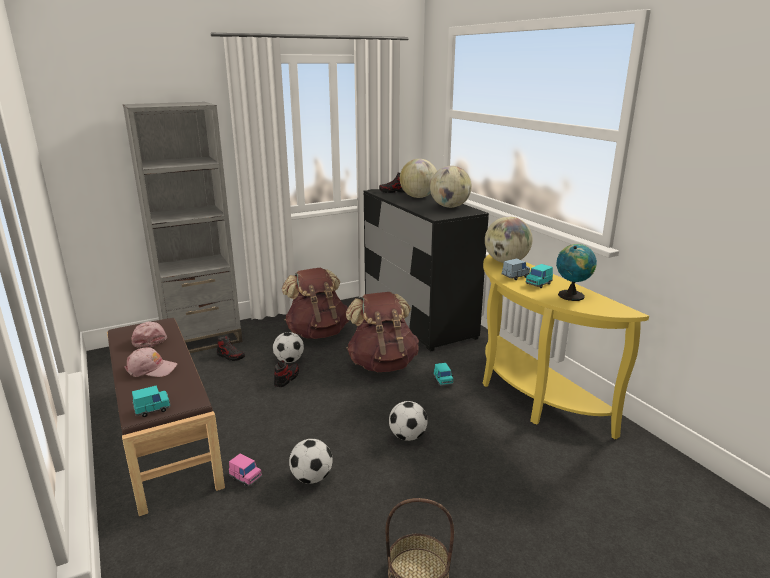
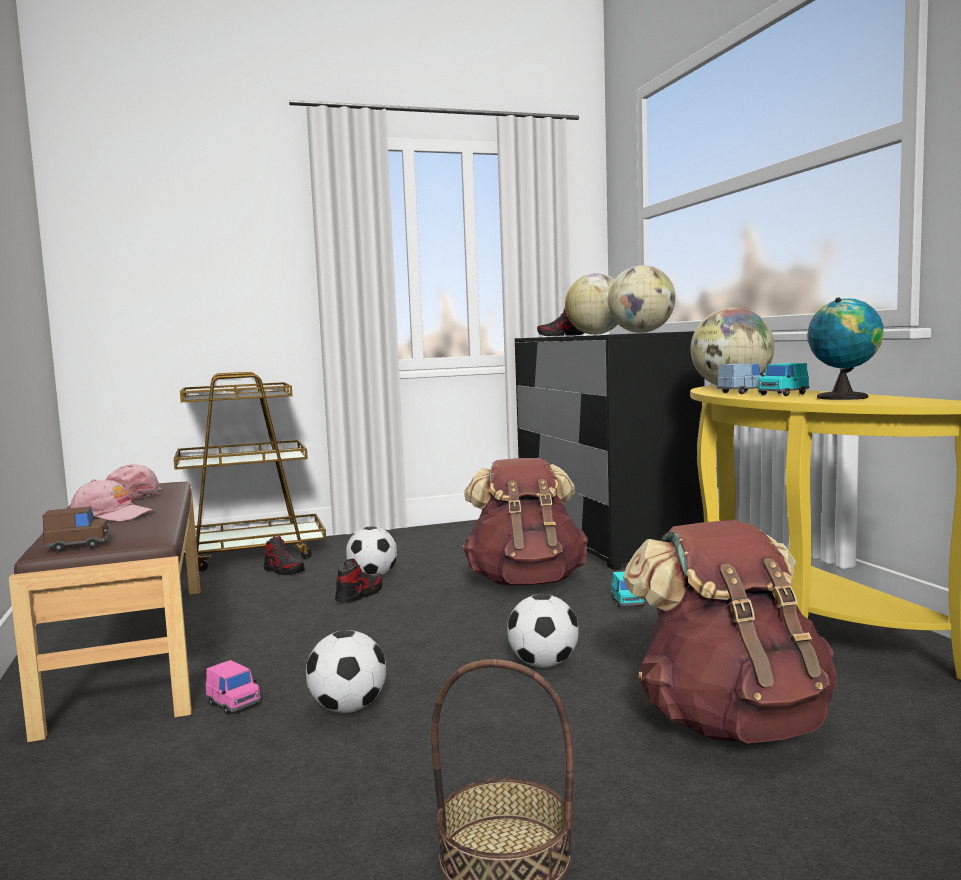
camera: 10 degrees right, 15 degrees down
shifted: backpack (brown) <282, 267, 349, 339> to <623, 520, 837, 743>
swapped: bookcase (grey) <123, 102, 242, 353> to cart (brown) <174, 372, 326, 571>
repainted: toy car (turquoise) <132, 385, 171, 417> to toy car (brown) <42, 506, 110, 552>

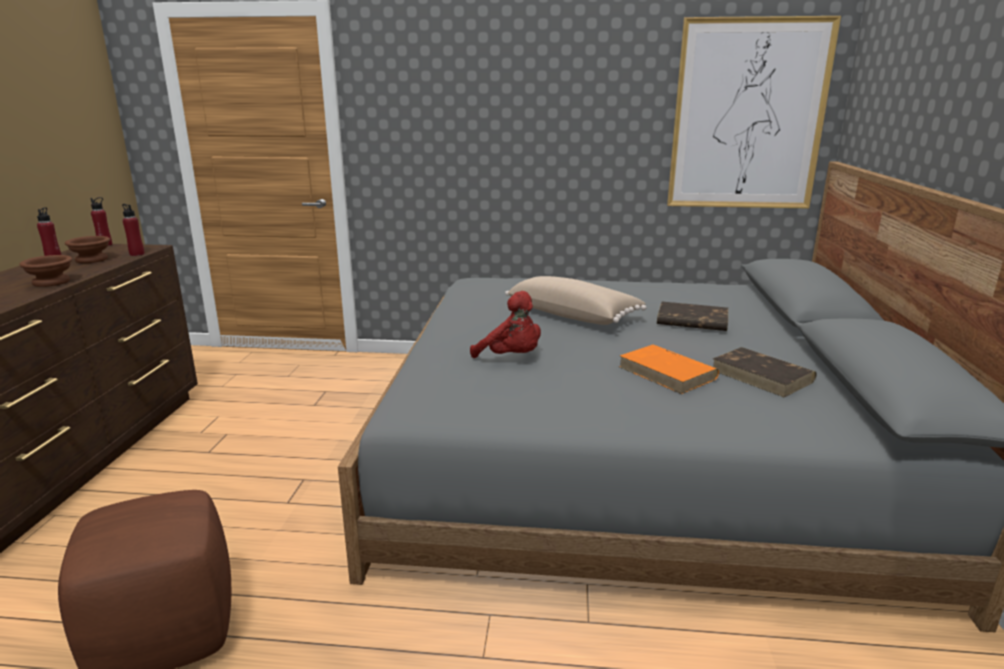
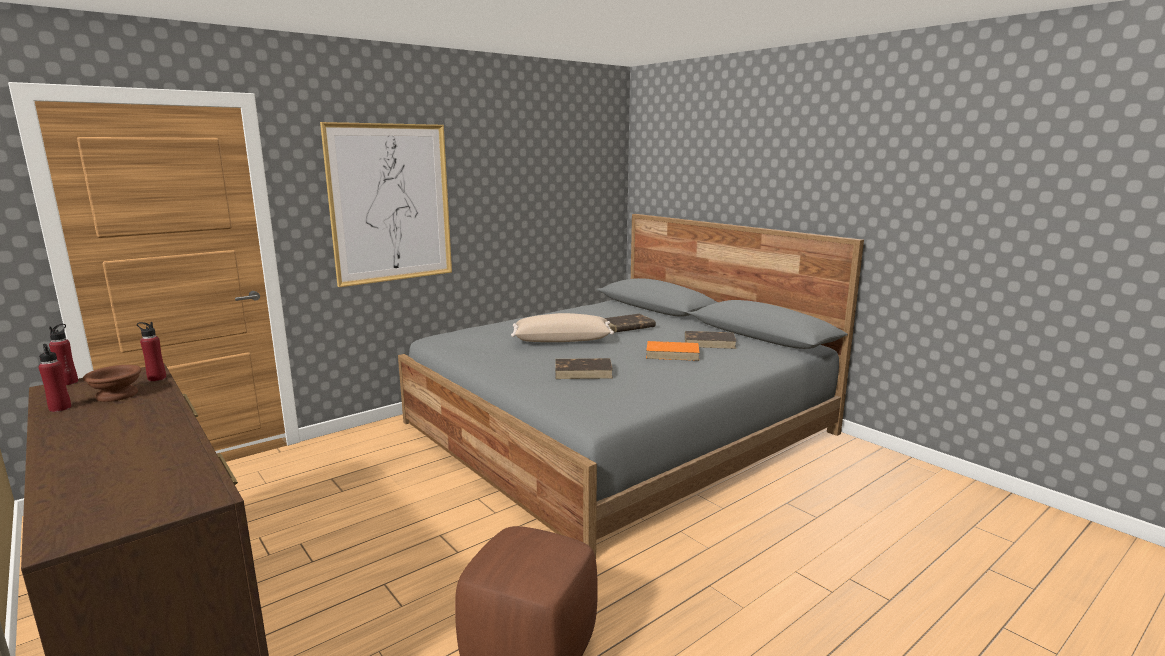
camera: 45 degrees left, 5 degrees down
gone: bowl (brown) <19, 255, 72, 287>
shifted: picture <667, 16, 841, 208> to <320, 122, 452, 287>
swapped: plush toy (red) <470, 291, 541, 358> to book (brown) <555, 358, 613, 379>

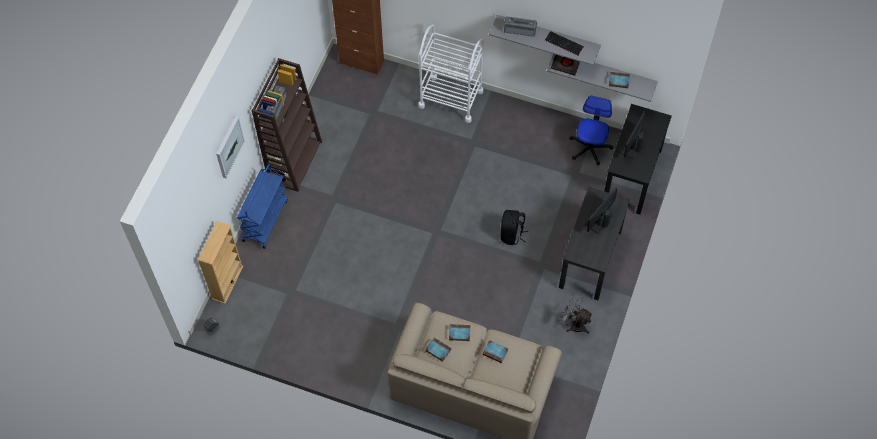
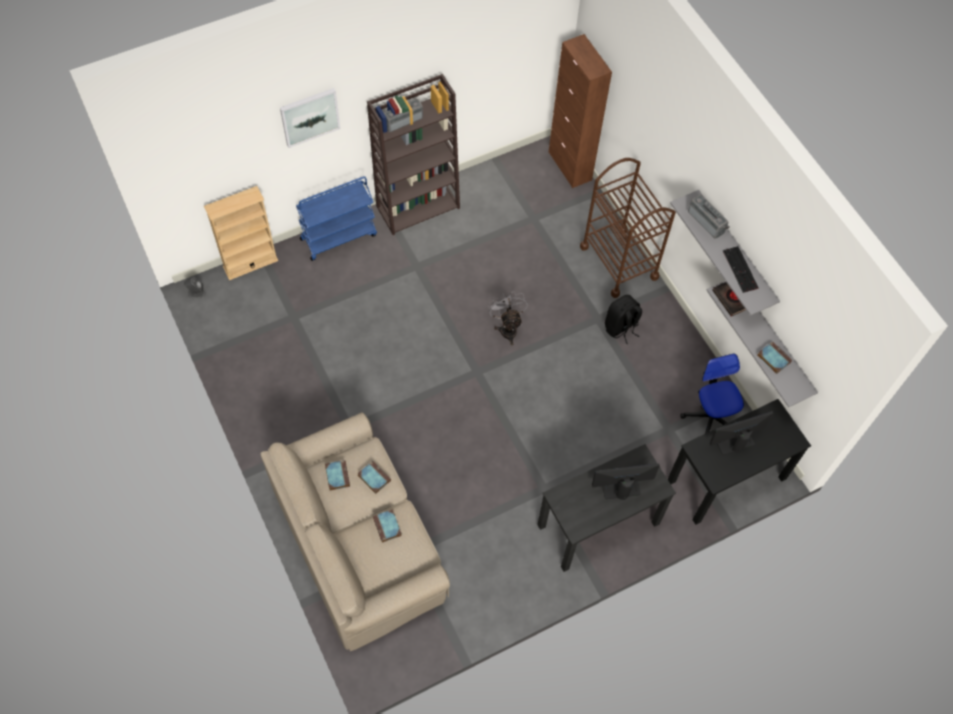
camera: 40 degrees right, 0 degrees up
shifted: backpack (black) <501, 210, 528, 245> to <605, 295, 642, 344>; fan (grey) <559, 294, 593, 334> to <488, 291, 528, 345>
repainted: cart (white) <418, 24, 483, 123> to cart (brown) <580, 158, 676, 298>
rotated: office chair <569, 96, 613, 165> = <680, 354, 744, 434> 75 degrees counterclockwise

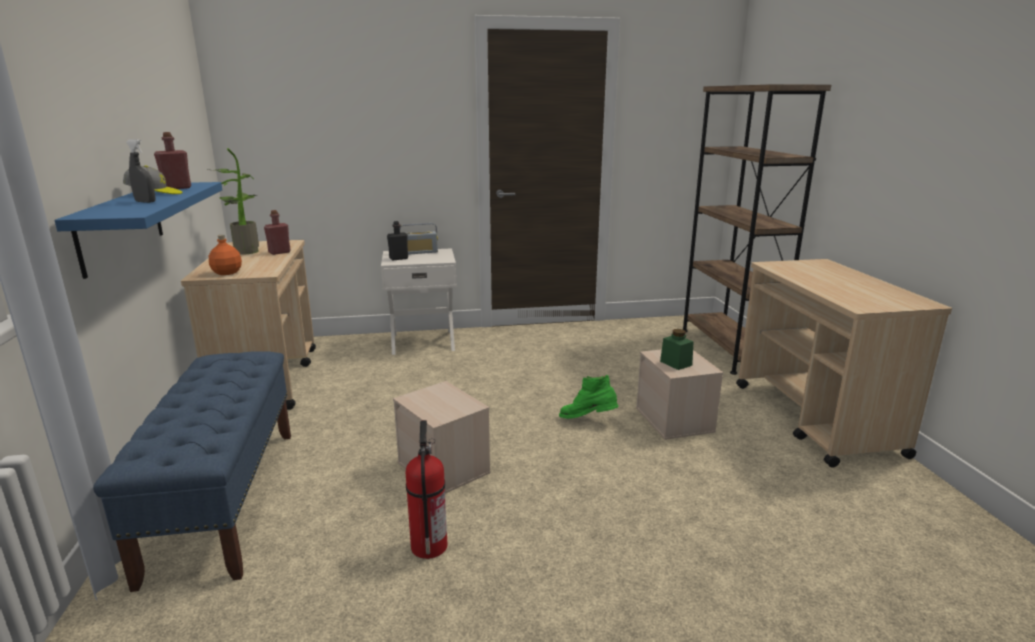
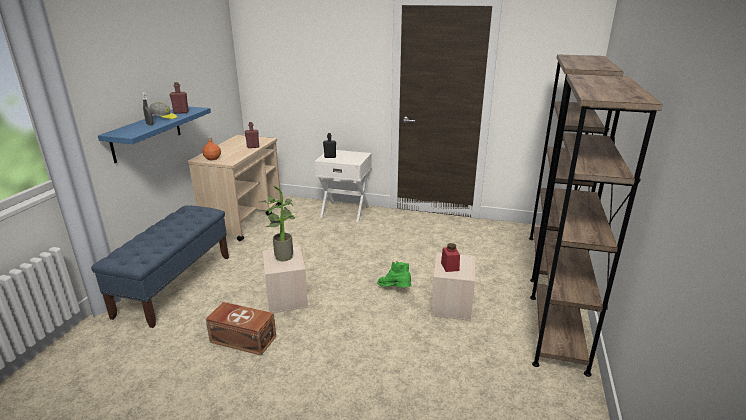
camera: 25 degrees right, 5 degrees up
gone: radio <400, 223, 438, 255>
shifted: potted plant <208, 148, 259, 255> to <259, 185, 295, 261>
swapped: fire extinguisher <406, 420, 448, 559> to storage box (brown) <206, 302, 276, 355>; cart (beige) <736, 259, 952, 468> to bookcase (brown) <530, 74, 663, 377>
repainted: jar (green) <660, 329, 694, 370> to jar (red) <441, 243, 460, 272>

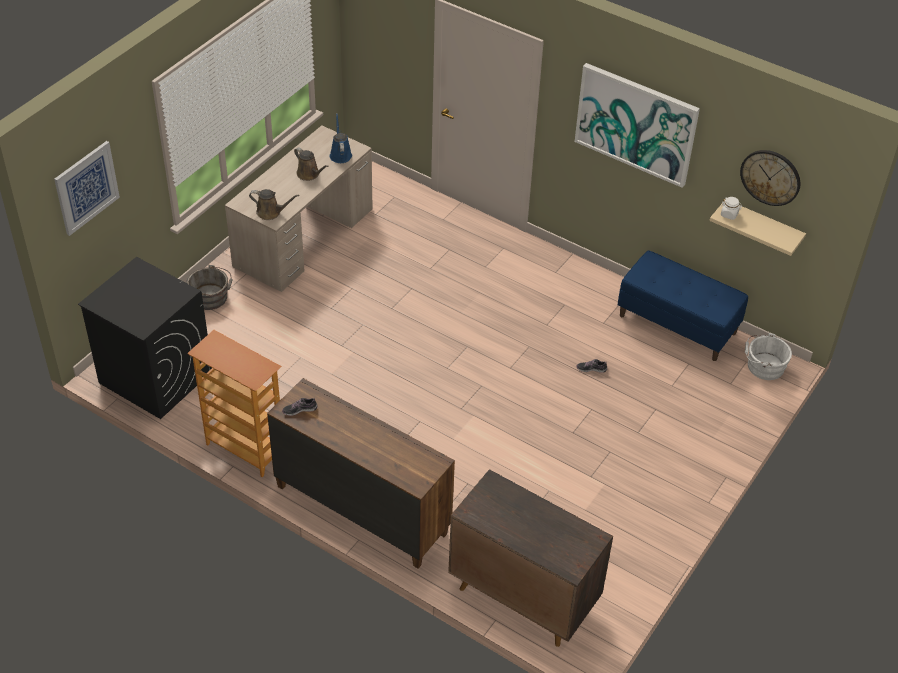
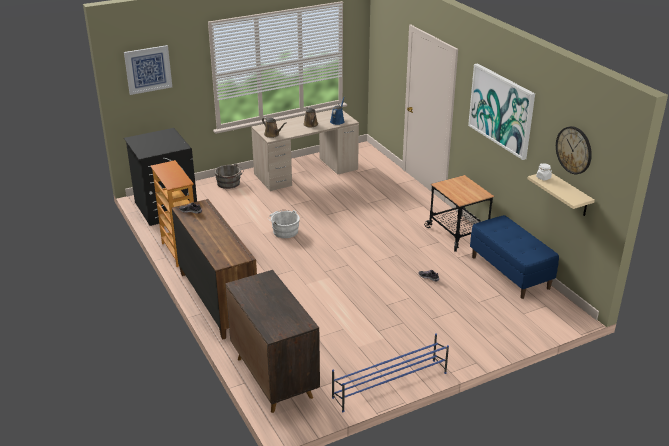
camera: 30 degrees right, 15 degrees down
new: shoe rack (blue) <332, 333, 449, 412>; cart <424, 175, 494, 252>
shifted: bucket (white) <745, 333, 792, 380> to <268, 210, 300, 238>

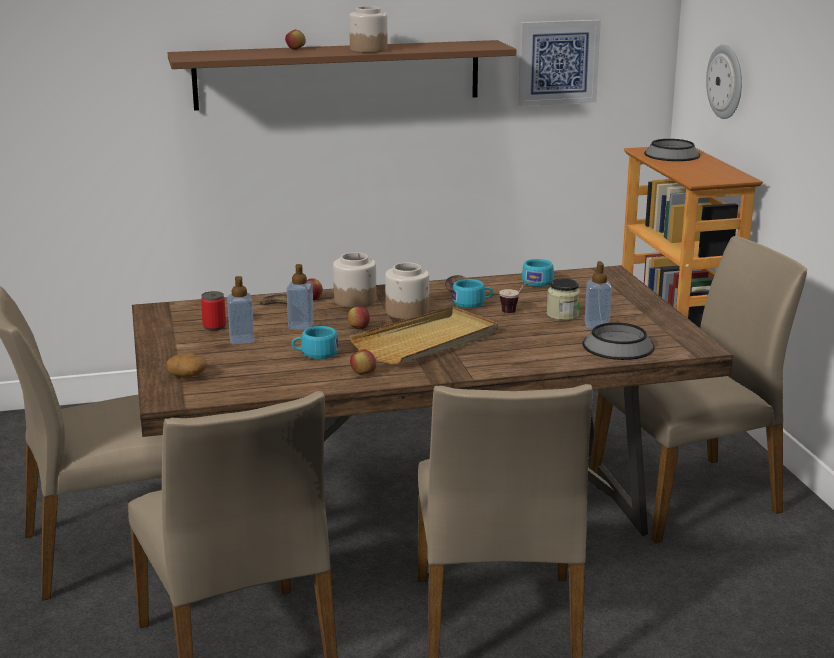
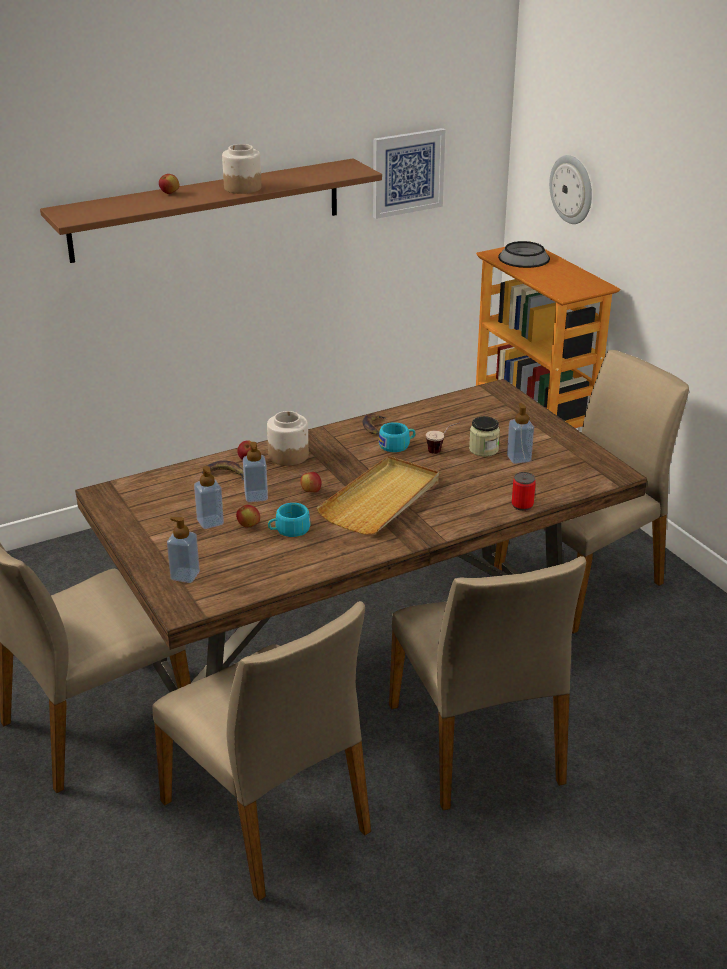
camera: 15 degrees left, 10 degrees up
gone: jar <385, 262, 429, 319>; cup (turquoise) <522, 259, 554, 287>; bowl <583, 322, 655, 360>
shifted: can <201, 291, 226, 331> to <512, 472, 536, 511>; apple <350, 349, 376, 375> to <236, 505, 260, 527>
swapped: potato <166, 353, 207, 377> to soap dispenser <167, 517, 200, 583>

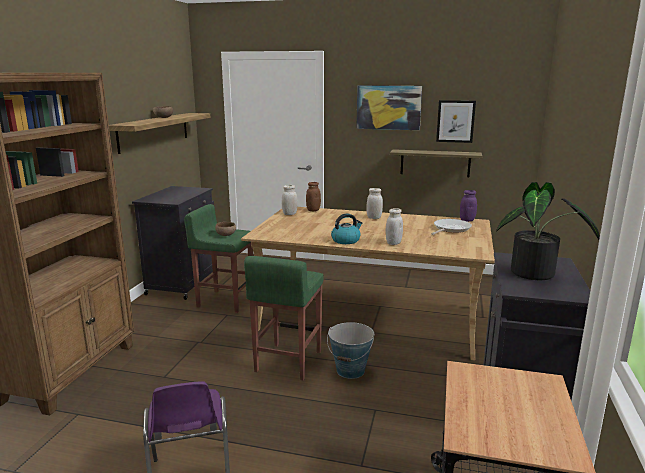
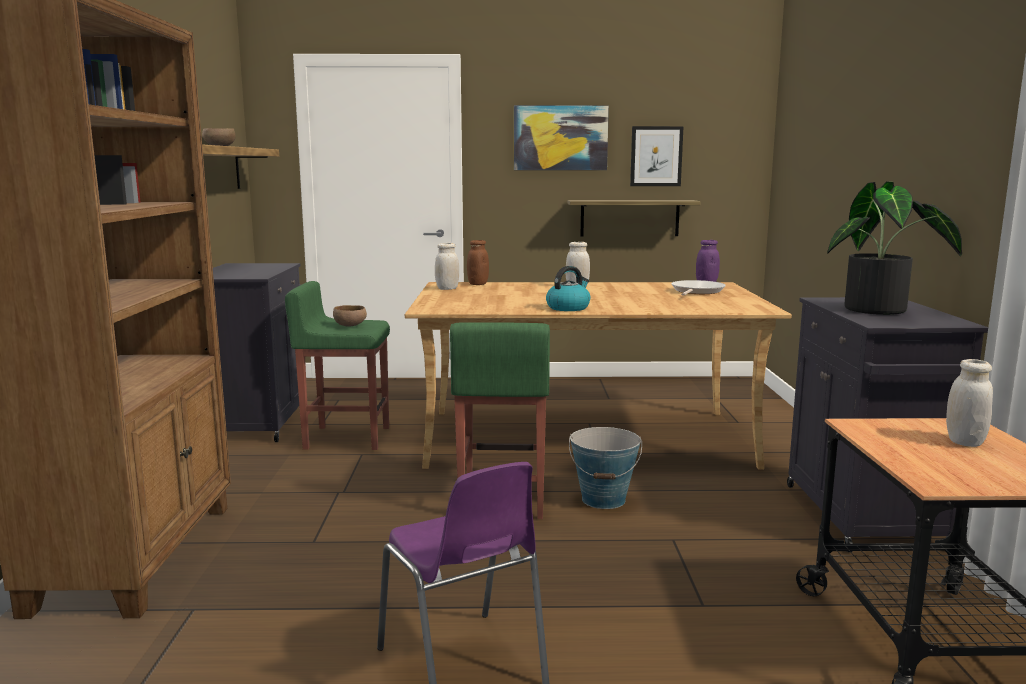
camera: 15 degrees left, 5 degrees down
shifted: jar (white) <386, 208, 403, 245> to <946, 359, 993, 447>

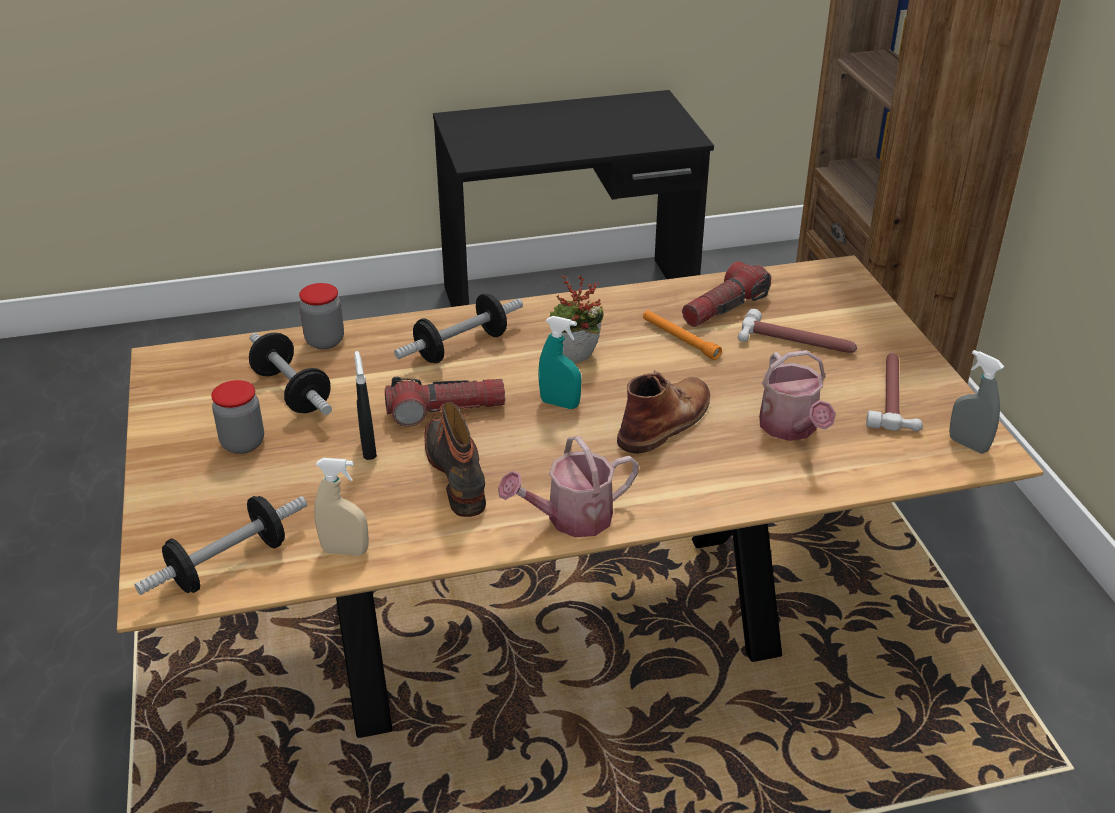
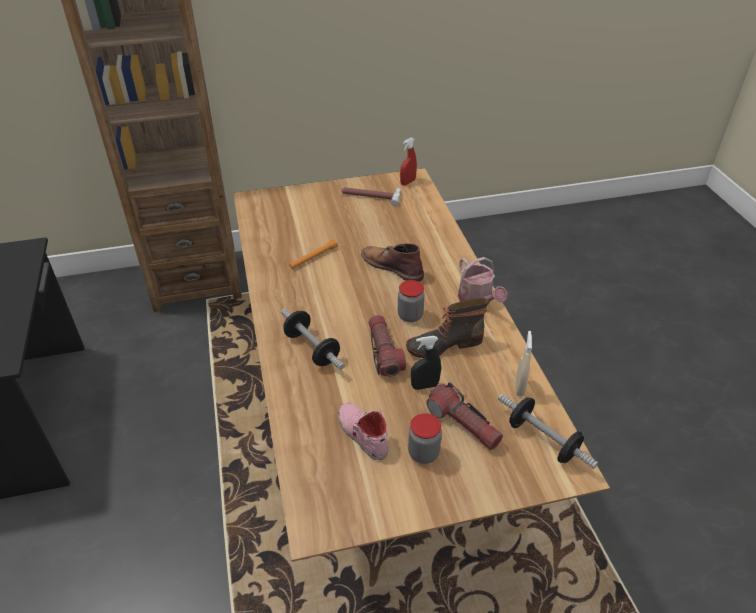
camera: 90 degrees left, 5 degrees up
gone: spray bottle (turquoise) <538, 316, 582, 409>; potted plant <550, 275, 603, 364>; hammer <738, 309, 857, 353>; watering can <759, 350, 836, 441>
shifted: jar <299, 283, 344, 349> to <398, 280, 425, 322>; flashlight <682, 261, 771, 327> to <426, 382, 503, 450>
swapped: dumbbell <249, 333, 332, 415> to shoe (pink) <338, 403, 388, 460>
repainted: spray bottle (grey) <949, 350, 1004, 454> to spray bottle (red) <400, 137, 417, 185>

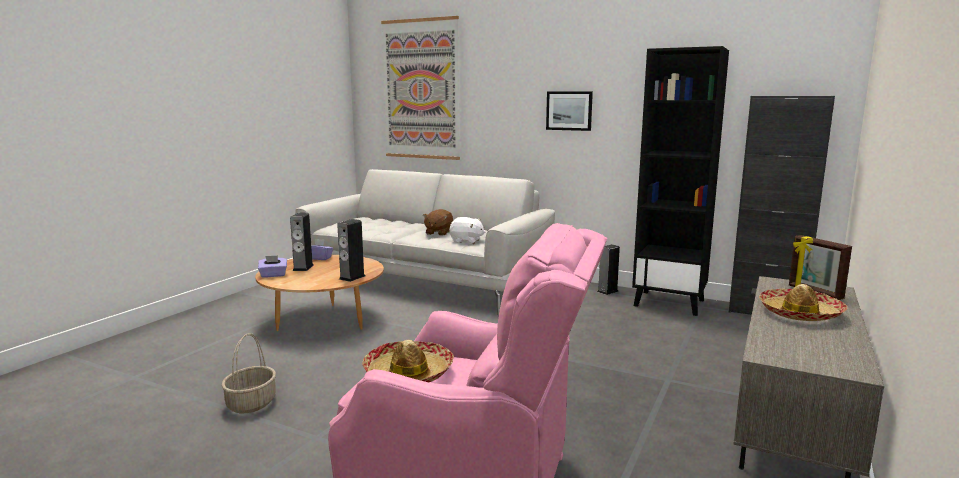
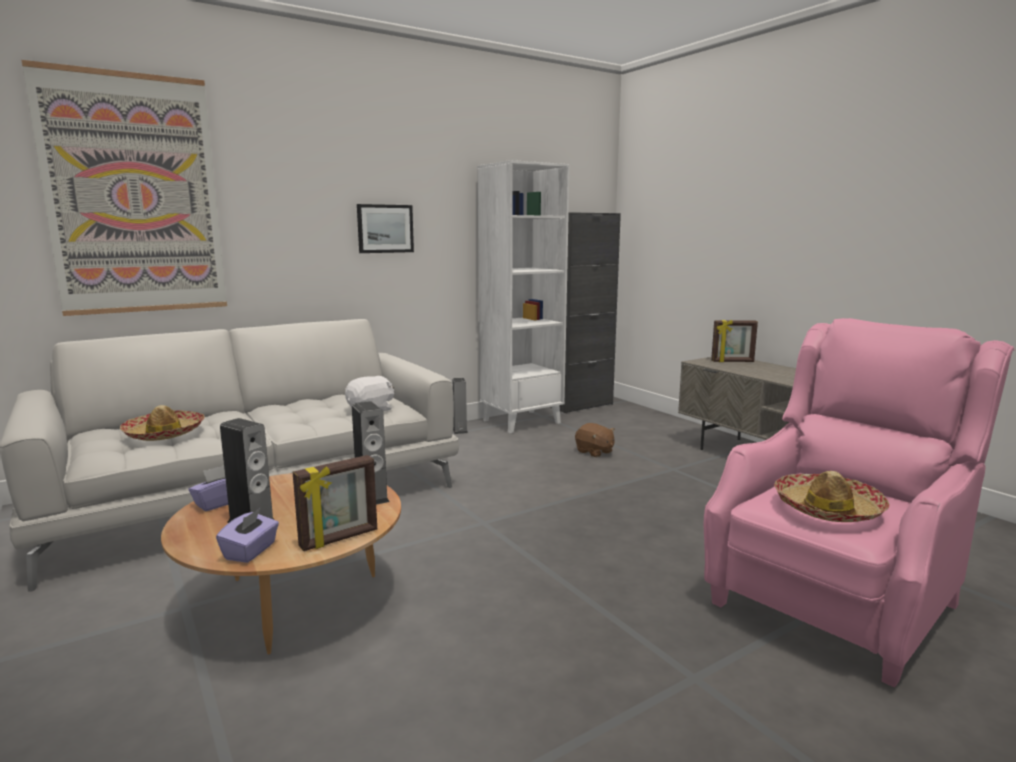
camera: 60 degrees left, 0 degrees up
gone: basket <221, 333, 276, 414>
new: picture frame <293, 455, 377, 551>
shifted: plush toy (brown) <423, 209, 453, 236> to <575, 423, 615, 457>; hat <759, 284, 847, 321> to <120, 405, 205, 441>
repainted: bookcase (black) <632, 46, 729, 316> to bookcase (white) <477, 160, 570, 433>

